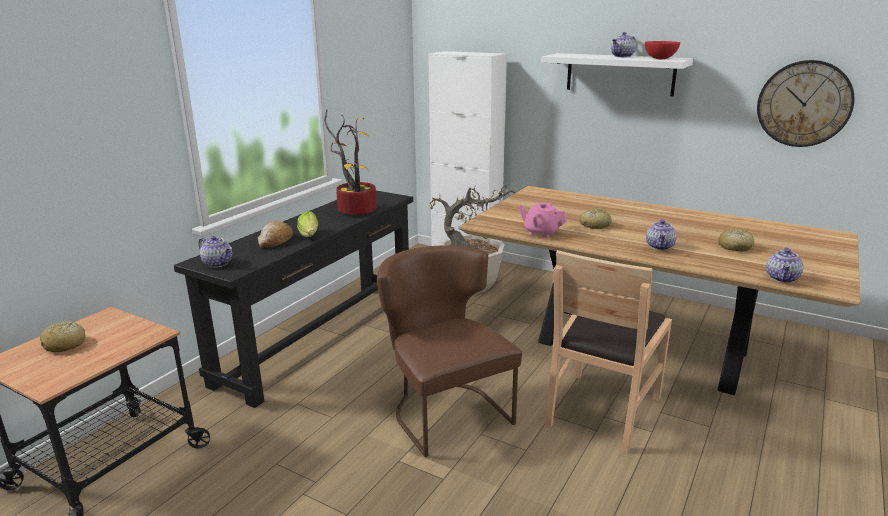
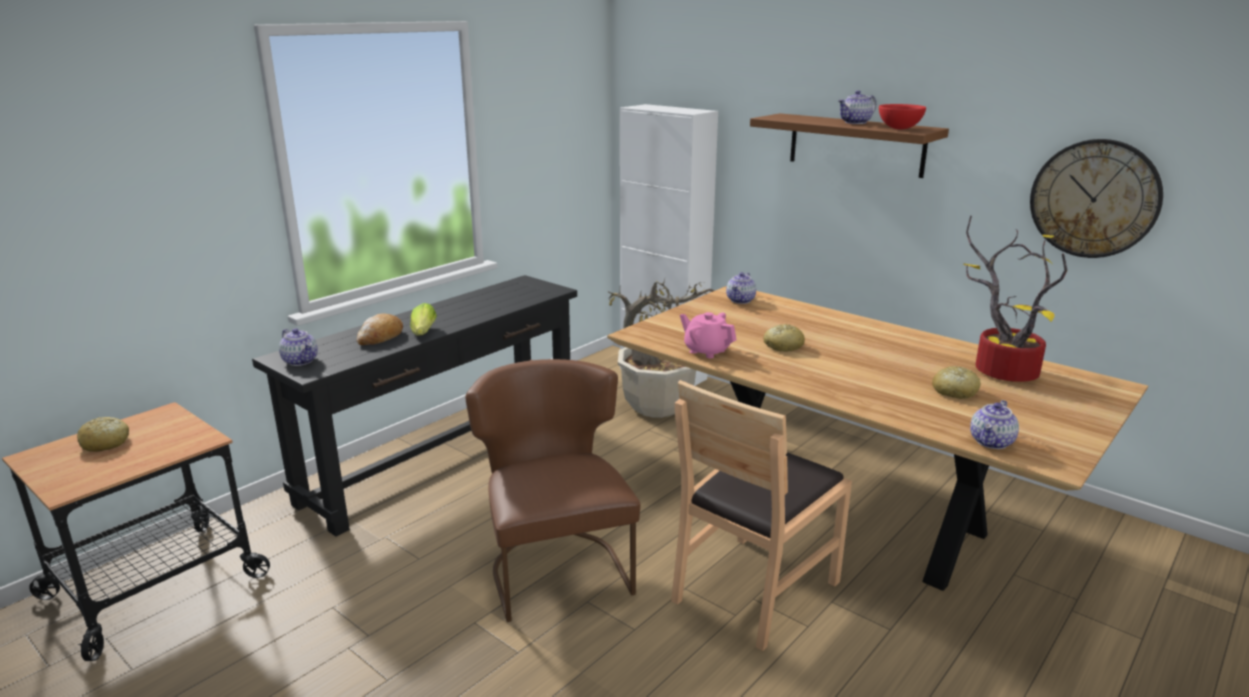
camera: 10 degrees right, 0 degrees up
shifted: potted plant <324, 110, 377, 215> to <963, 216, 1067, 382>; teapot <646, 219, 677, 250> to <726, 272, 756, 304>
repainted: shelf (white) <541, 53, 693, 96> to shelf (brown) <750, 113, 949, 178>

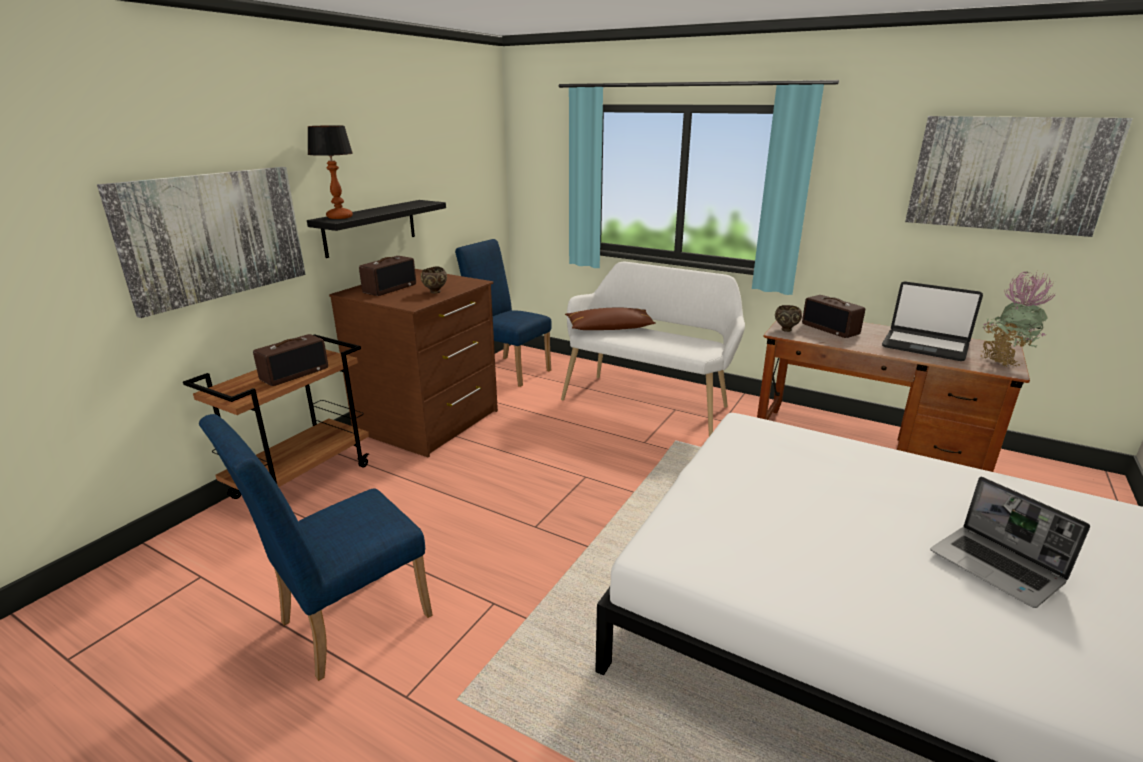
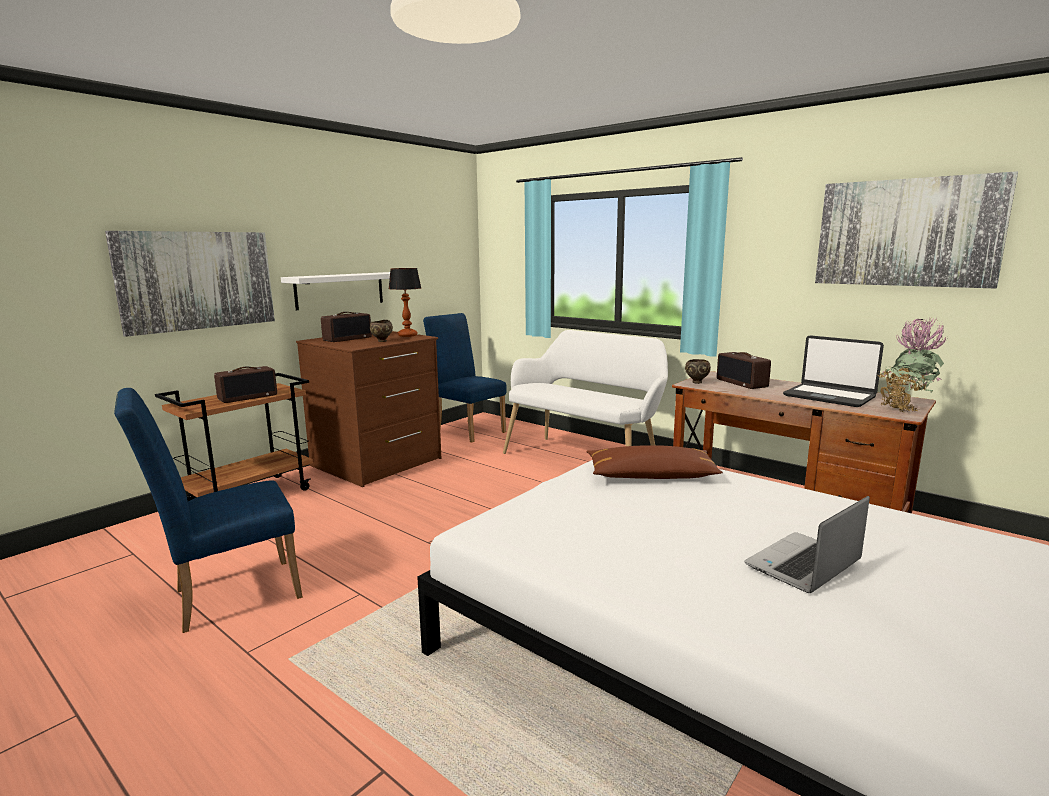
camera: 10 degrees right, 10 degrees down
shifted: table lamp <308, 125, 353, 219> to <388, 268, 421, 337>; pillow (brown) <565, 308, 656, 330> to <587, 445, 723, 479>
repainted: shelf (black) <307, 200, 446, 258> to shelf (white) <281, 272, 390, 310>
rotated: laptop <930, 477, 1090, 608> = <744, 496, 870, 593> 75 degrees clockwise

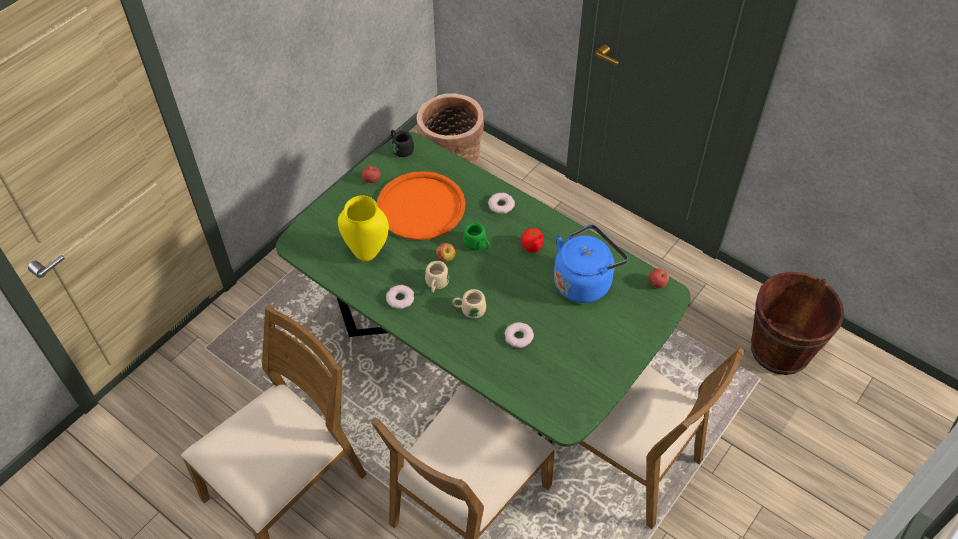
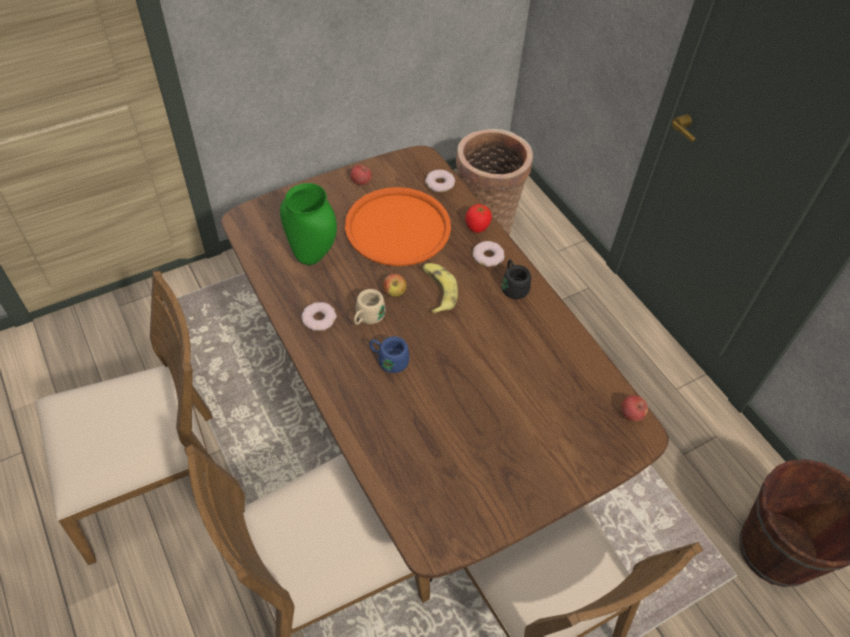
camera: 20 degrees right, 0 degrees up
gone: kettle (blue) <554, 225, 628, 303>
shifted: mug (black) <391, 130, 414, 157> to <502, 259, 531, 299>; donut <505, 322, 534, 348> to <425, 170, 455, 192>; tomato <521, 228, 544, 253> to <465, 204, 492, 233>
swapped: mug (green) <463, 222, 489, 250> to banana <422, 263, 458, 314>
repainted: dining table (green) <276, 132, 690, 447> to dining table (brown) <221, 146, 669, 582>; vase (yellow) <338, 195, 389, 261> to vase (green) <280, 183, 337, 265>; mug (beige) <452, 289, 486, 318> to mug (blue) <370, 336, 409, 373>

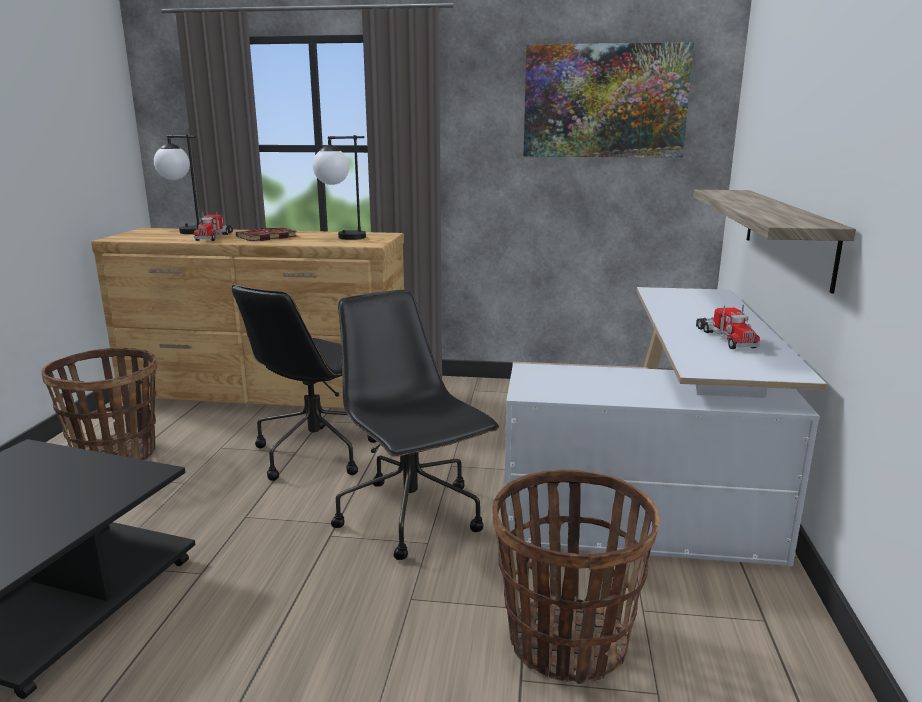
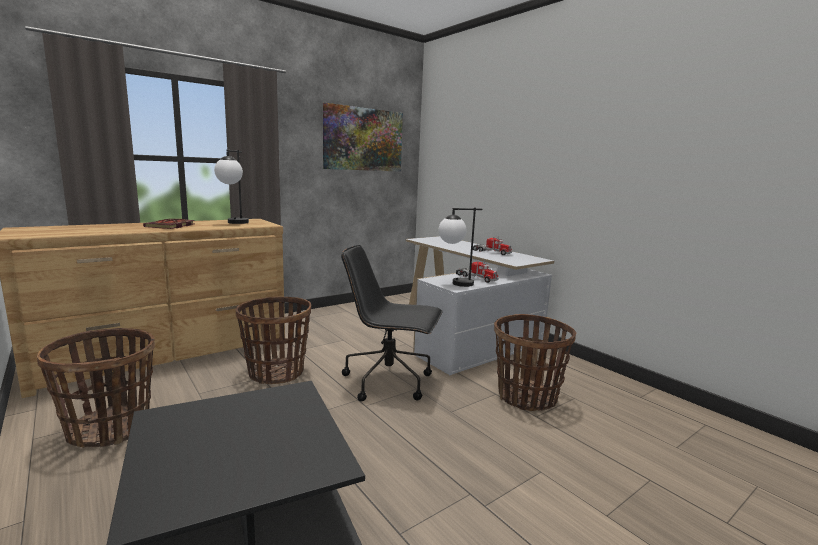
camera: 45 degrees left, 5 degrees down
gone: shelf <693, 190, 856, 294>
shifted: table lamp <154, 135, 200, 234> to <439, 208, 482, 287>; toy truck <193, 211, 233, 241> to <456, 260, 499, 283>
swapped: office chair (black) <232, 285, 376, 481> to basket <236, 296, 311, 384>

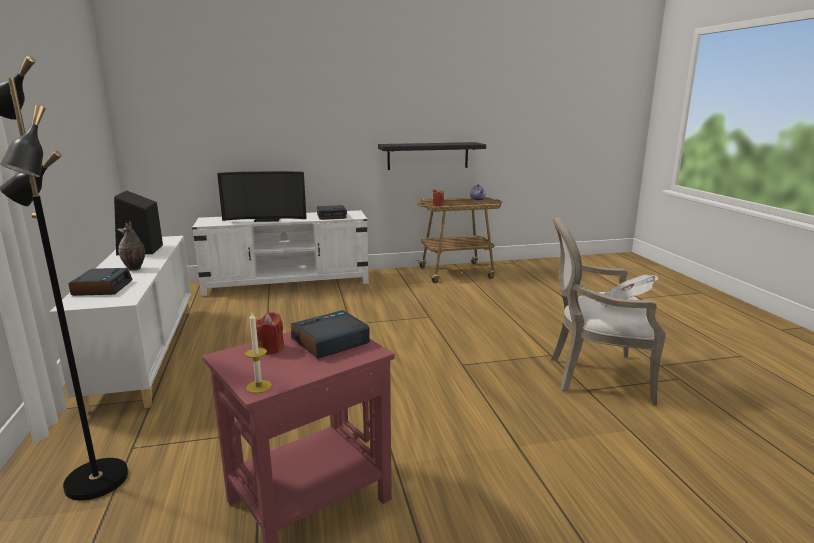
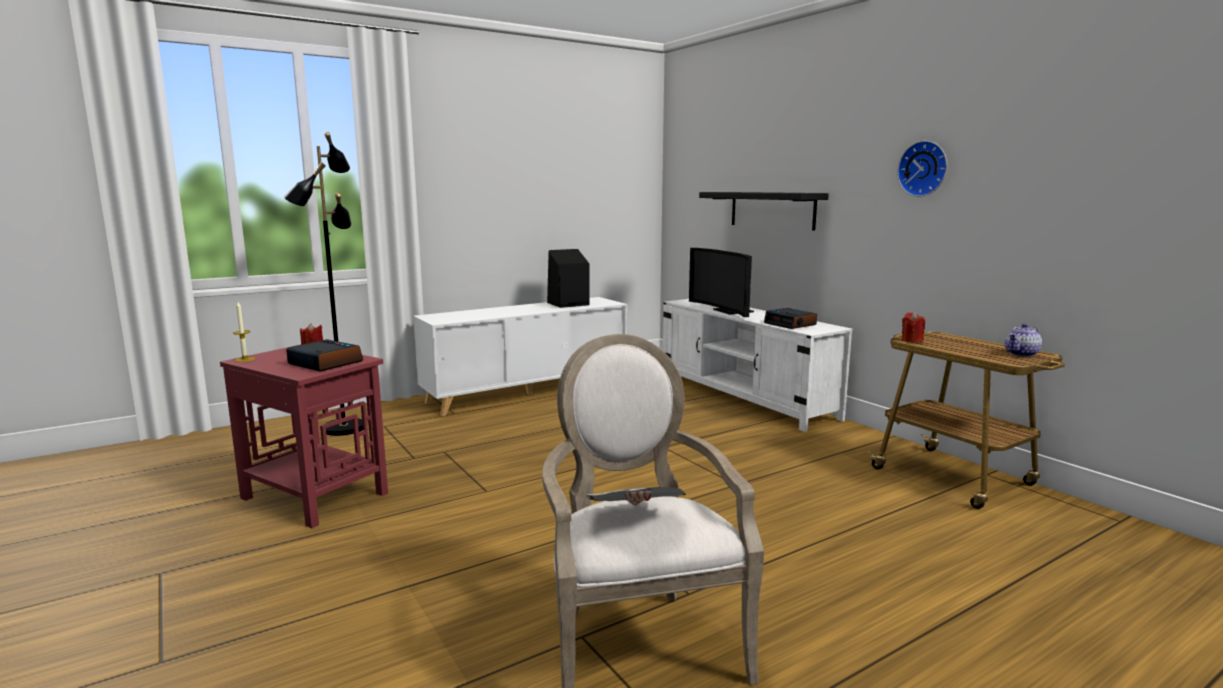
camera: 70 degrees right, 5 degrees down
gone: alarm clock <69, 268, 133, 296>; vase <117, 221, 145, 271>
new: wall clock <897, 141, 947, 197>
shifted: shelf (black) <378, 142, 486, 170> to <699, 192, 829, 231>

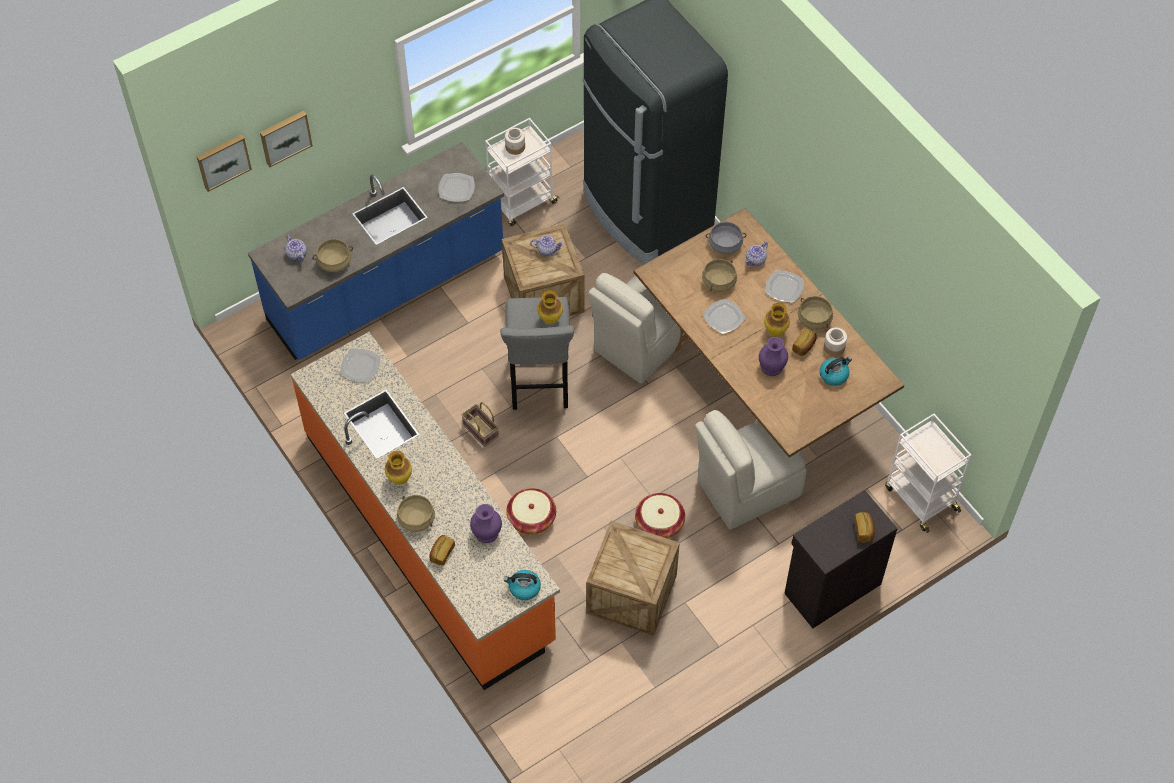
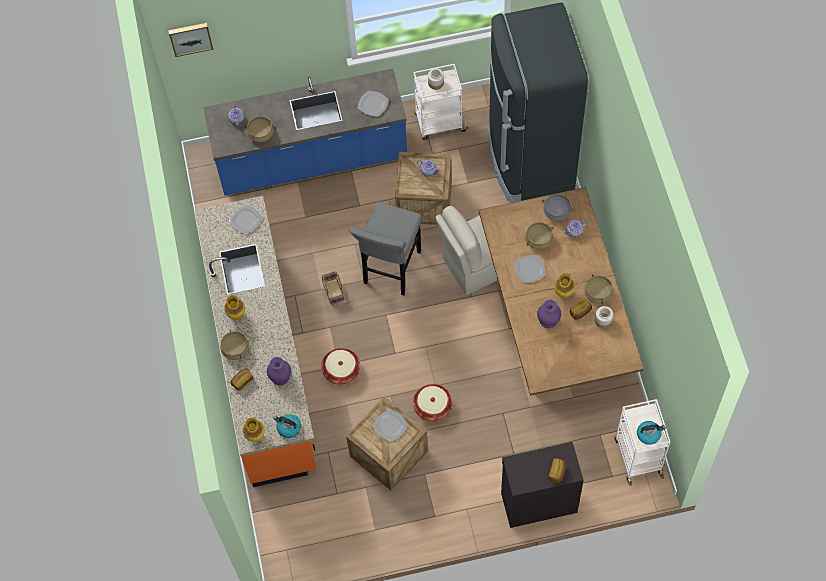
camera: 25 degrees right, 5 degrees up
gone: picture <260, 111, 313, 167>; chair (beige) <695, 410, 806, 530>
shifted: vase <537, 290, 563, 324> to <243, 418, 265, 442>; plate <765, 270, 804, 303> to <373, 409, 408, 442>; kettle <820, 357, 852, 386> to <637, 421, 666, 445>

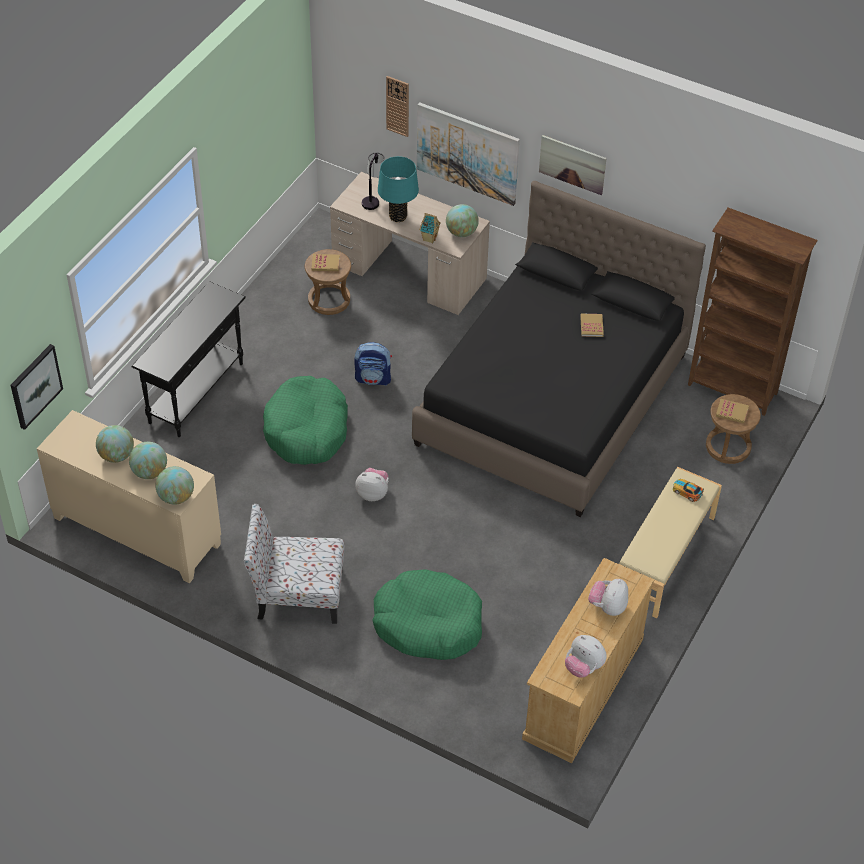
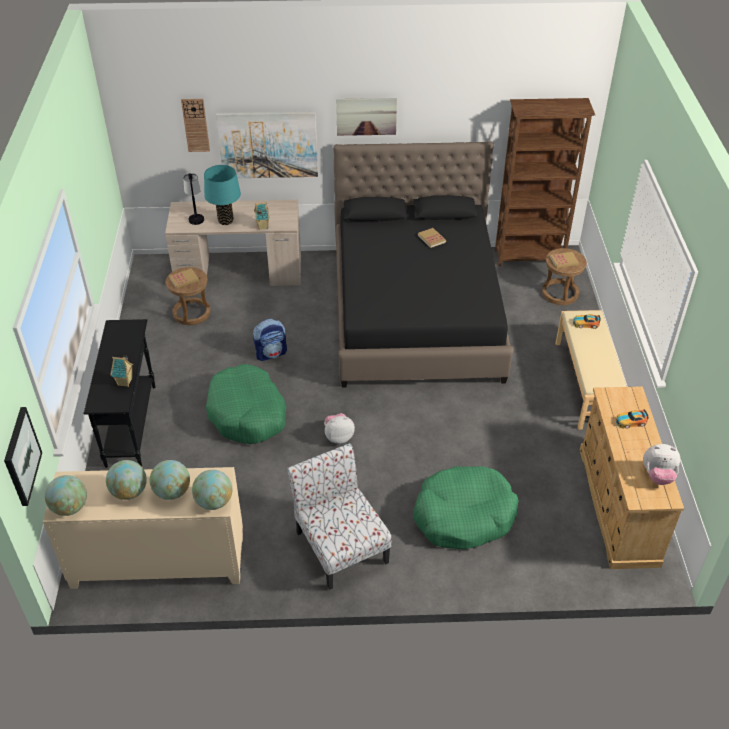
camera: 30 degrees left, 5 degrees down
new: toy house <111, 355, 133, 387>
shifted: globe <446, 204, 479, 237> to <45, 475, 87, 516>
swapped: plush toy <588, 579, 628, 616> to toy car <616, 410, 649, 429>
rotated: chair <244, 504, 344, 624> = <287, 443, 392, 590> 90 degrees clockwise

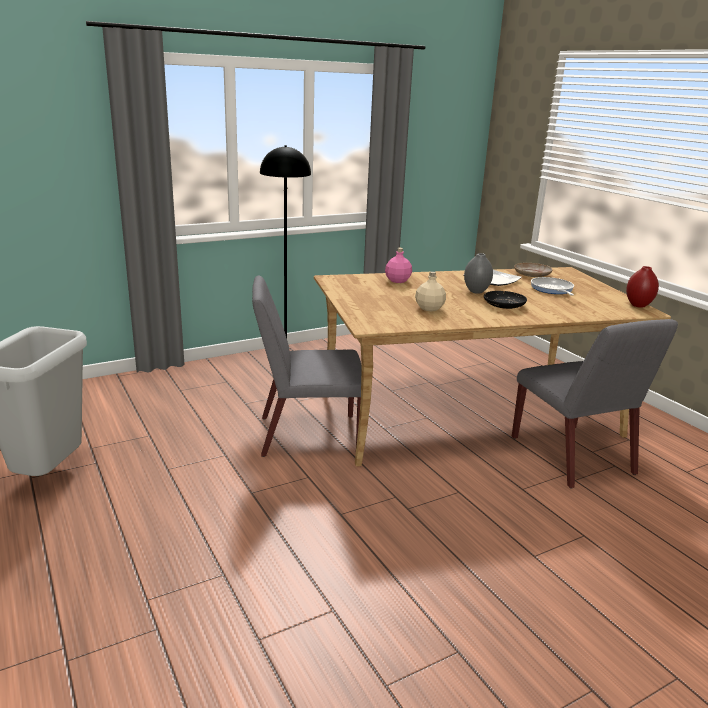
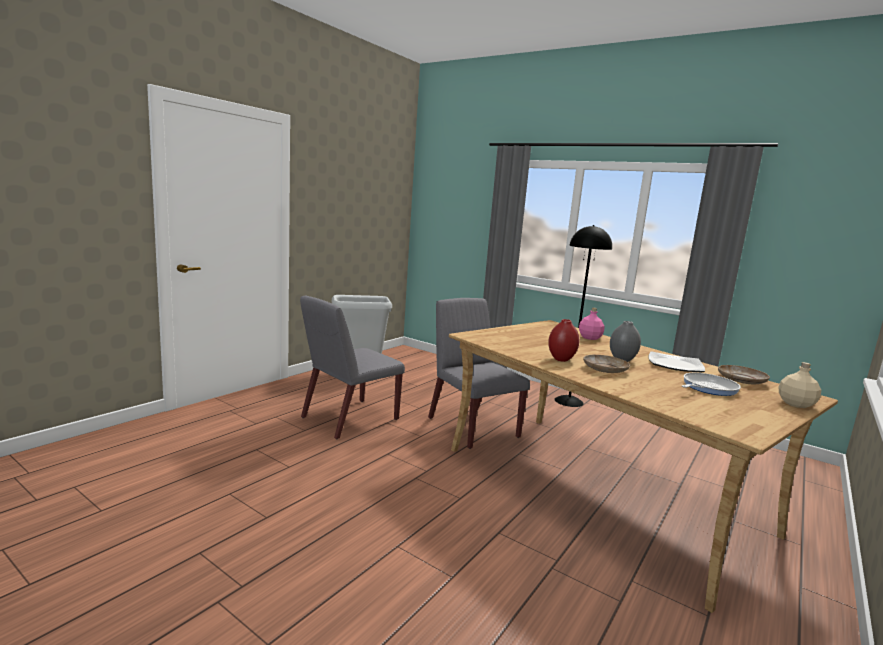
camera: 65 degrees right, 10 degrees down
shifted: bottle (beige) <415, 271, 446, 311> to <778, 362, 821, 408>; chair (grey) <512, 319, 678, 489> to <300, 296, 405, 439>; vase (red) <626, 266, 659, 308> to <548, 319, 579, 362>
repainted: plate (black) <484, 291, 527, 309> to plate (beige) <583, 355, 630, 373>

